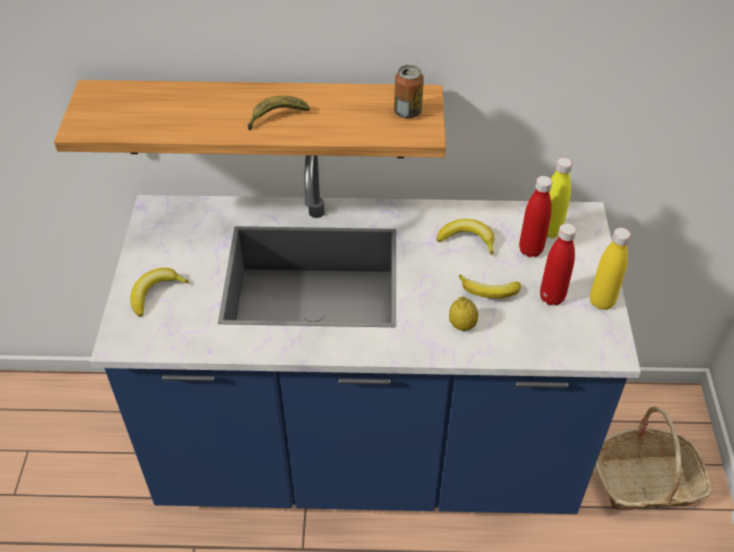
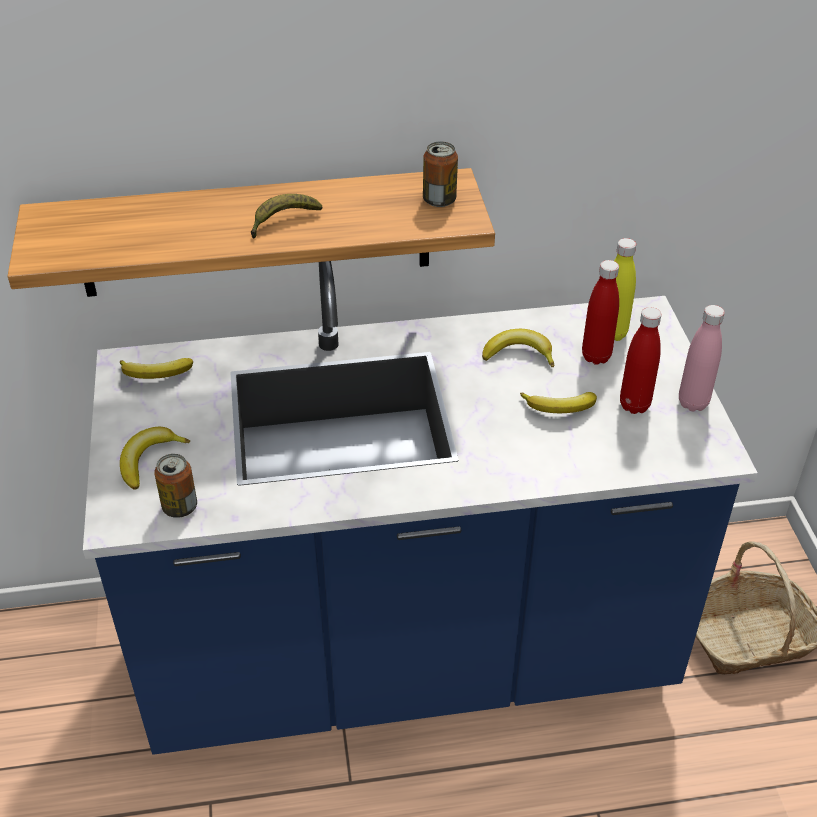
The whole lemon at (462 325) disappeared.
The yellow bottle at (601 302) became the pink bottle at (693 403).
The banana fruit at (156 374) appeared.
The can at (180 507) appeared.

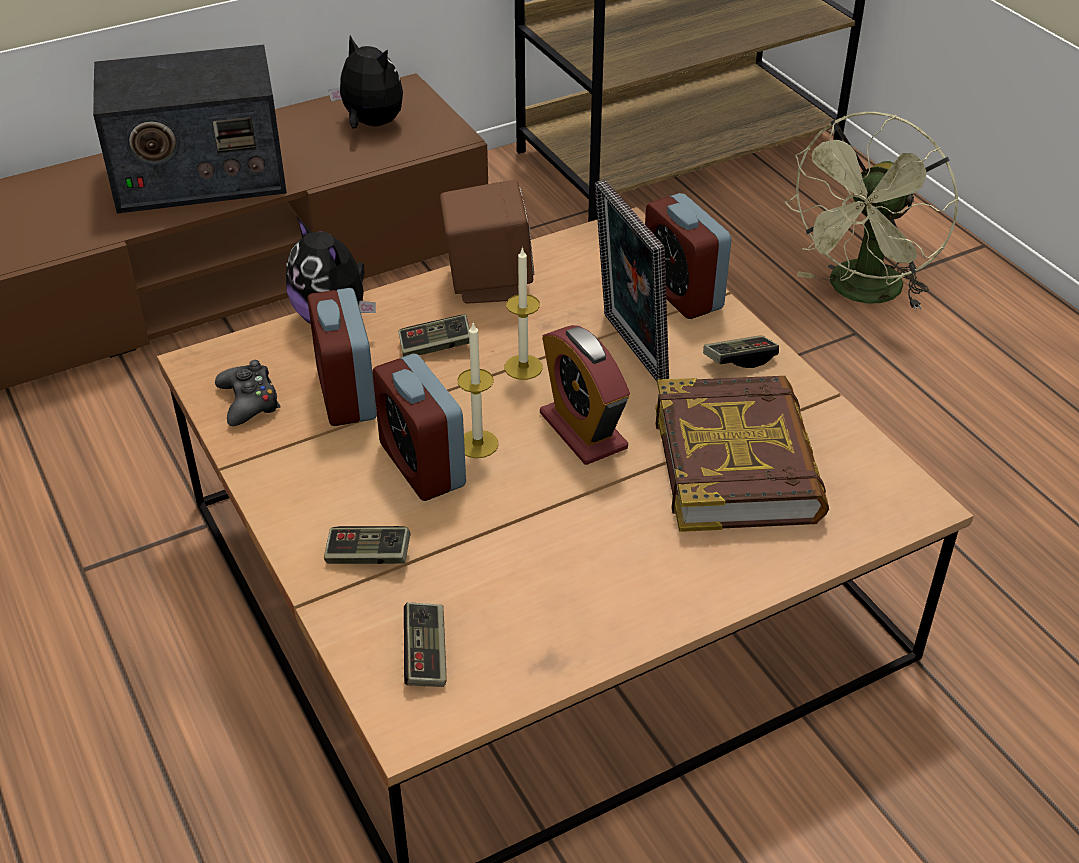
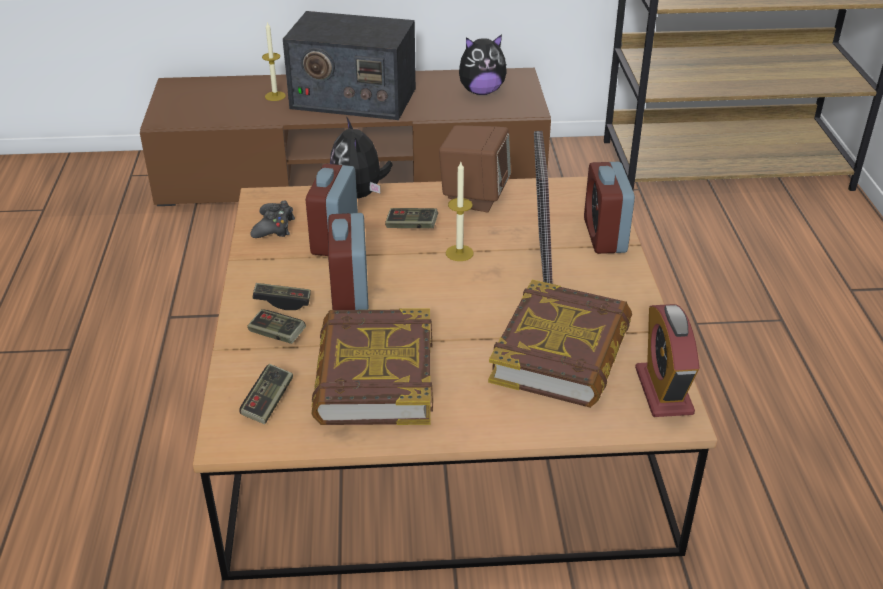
The soft toy at (370 124) turned 105 degrees clockwise.
The wax light moved from (478 444) to (275 96).
The table clock moved from (583 431) to (663 391).
The game controller moved from (739 360) to (283 302).
The greenish cooling fan at (861 293) disappeared.
The book at (374 376) appeared.

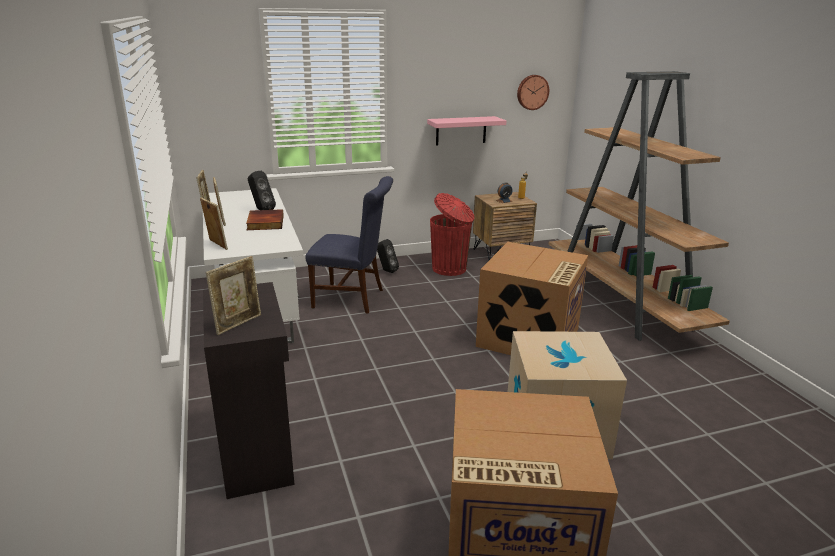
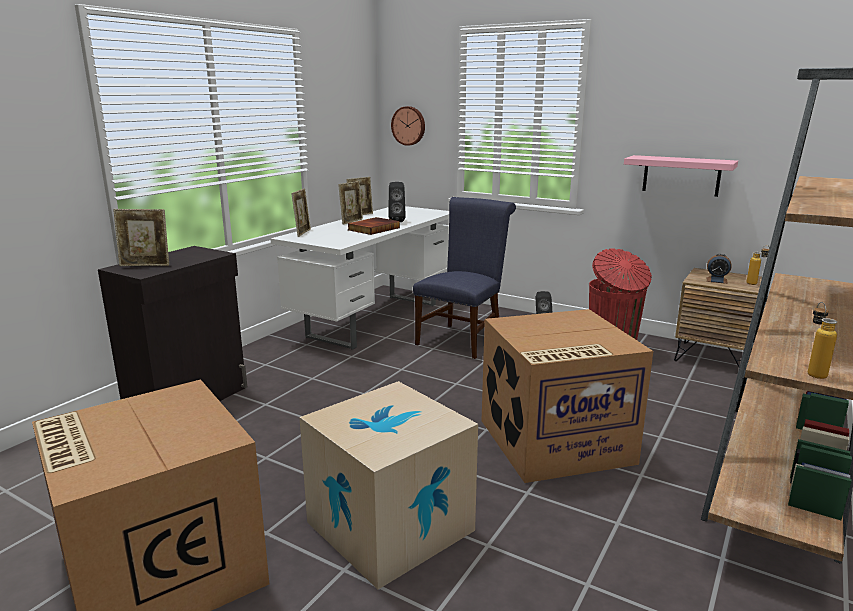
The bluish upright chair at (353 298) turned 120 degrees counterclockwise.
The wall clock moved from (532 92) to (409 125).
The bottle at (813 372) appeared.

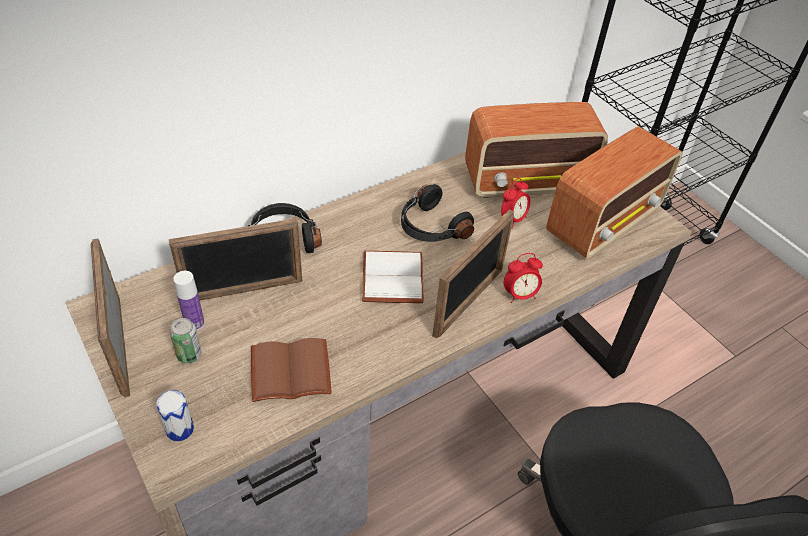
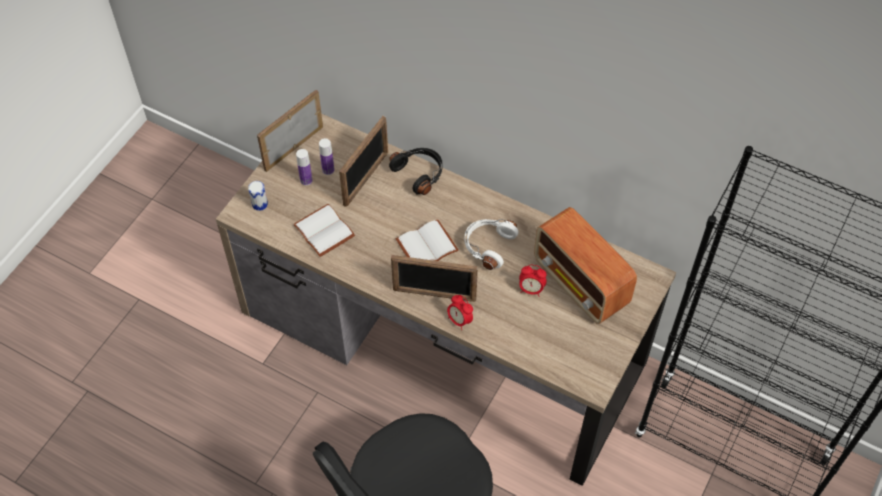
The picture frame at (244 291) turned 105 degrees counterclockwise.
The can at (189 355) was replaced by the bottle at (306 180).
The brown-coloured book at (292 369) became the whitish book at (326 231).
The black-coloured headset at (431 227) became the whitish headset at (488 246).
The radio receiver at (604 223) disappeared.

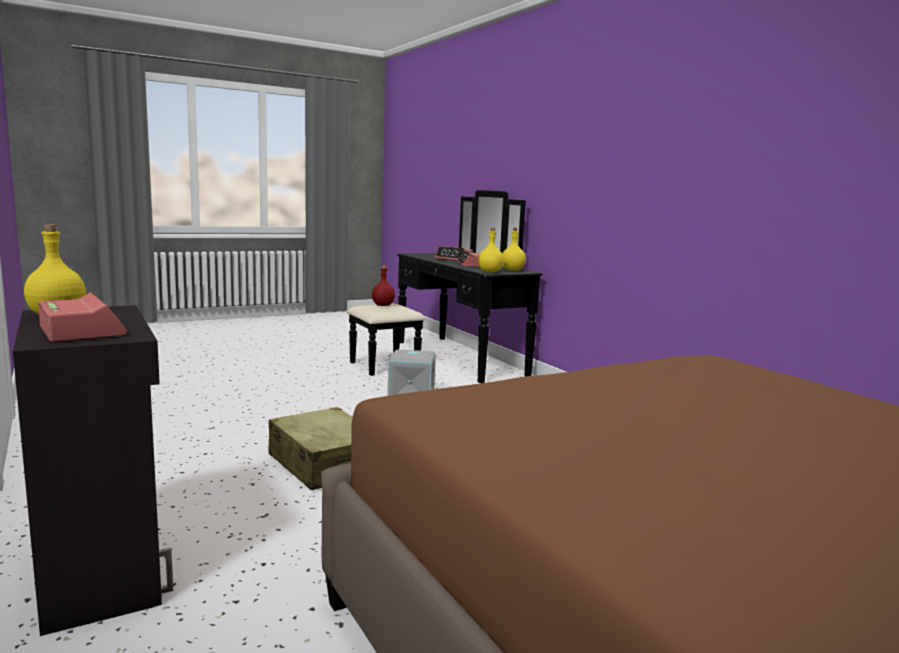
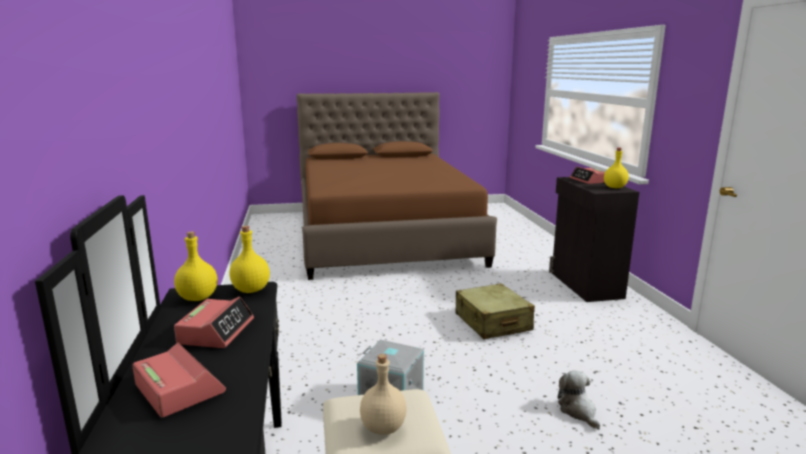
The red bottle at (383 305) became the sand-coloured bottle at (382 427).
The soft toy at (578 411) appeared.

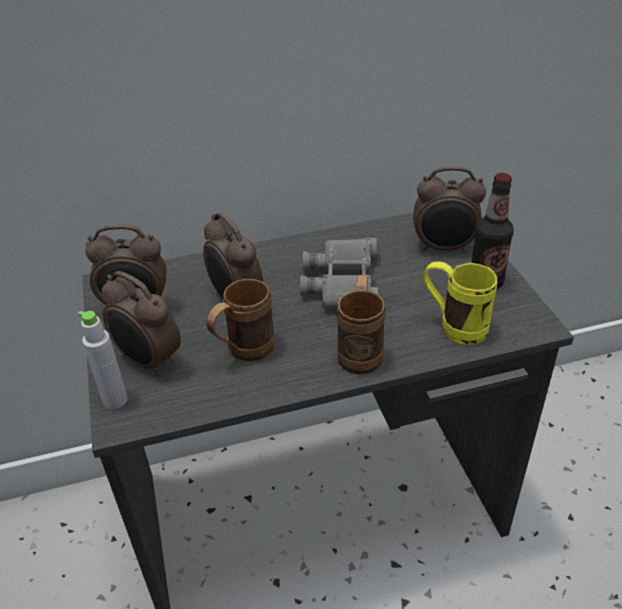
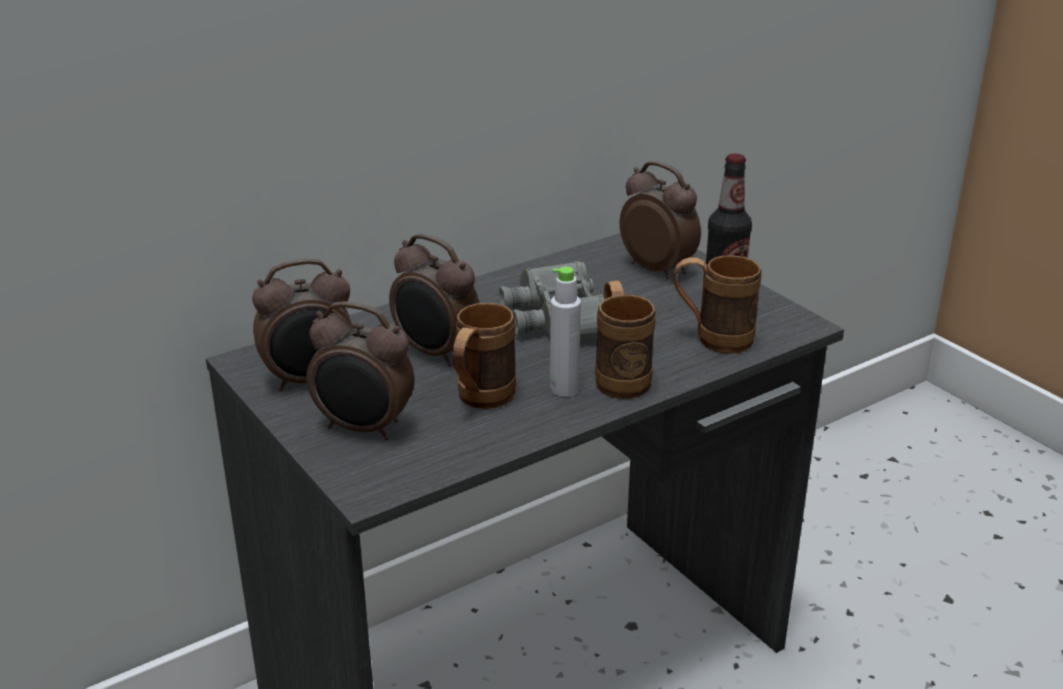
The greyish bottle moved from (115 400) to (564 389).
The table clock at (444 248) turned 120 degrees counterclockwise.
The yellow mug at (453 327) became the brown-coloured mug at (711 339).

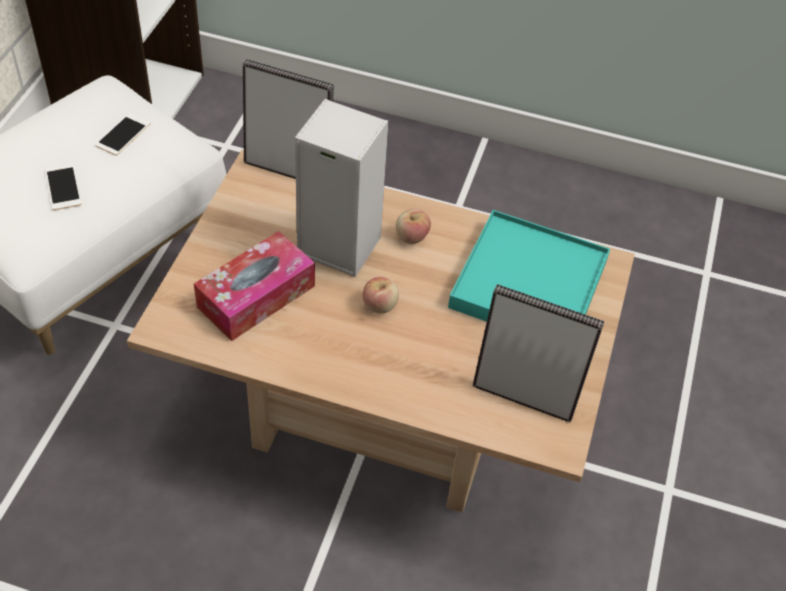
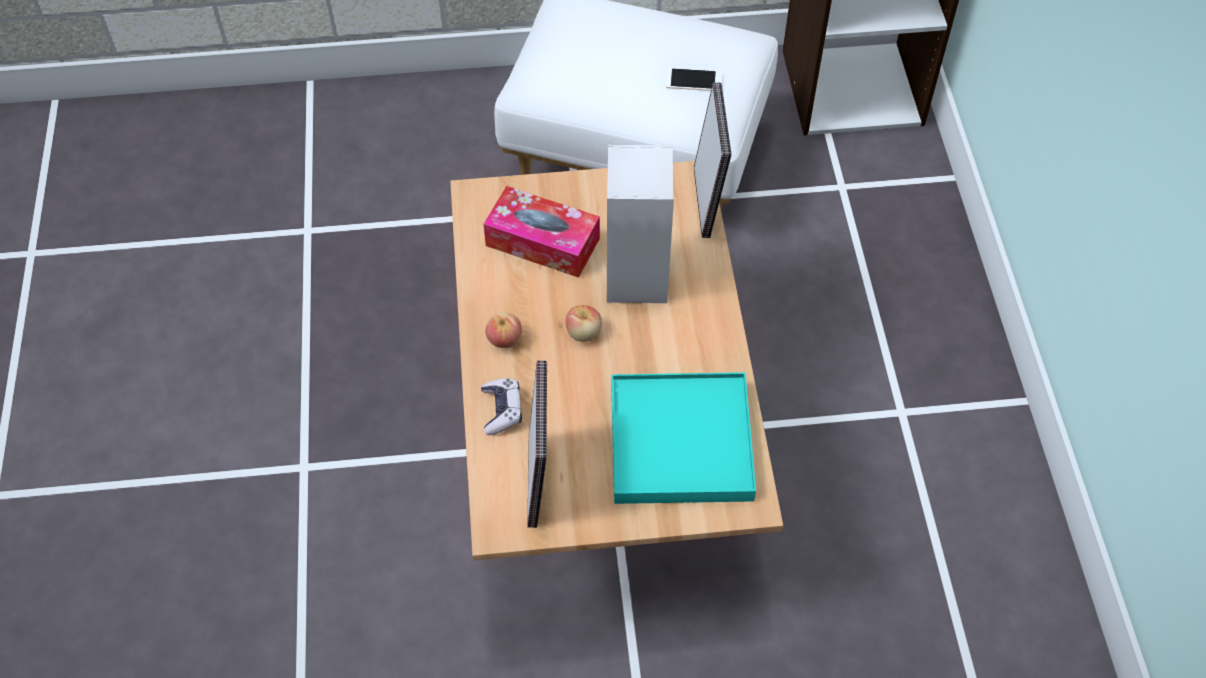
The telephone at (63 187) disappeared.
The apple fruit moved from (411 237) to (504 340).
The game controller at (502 410) appeared.

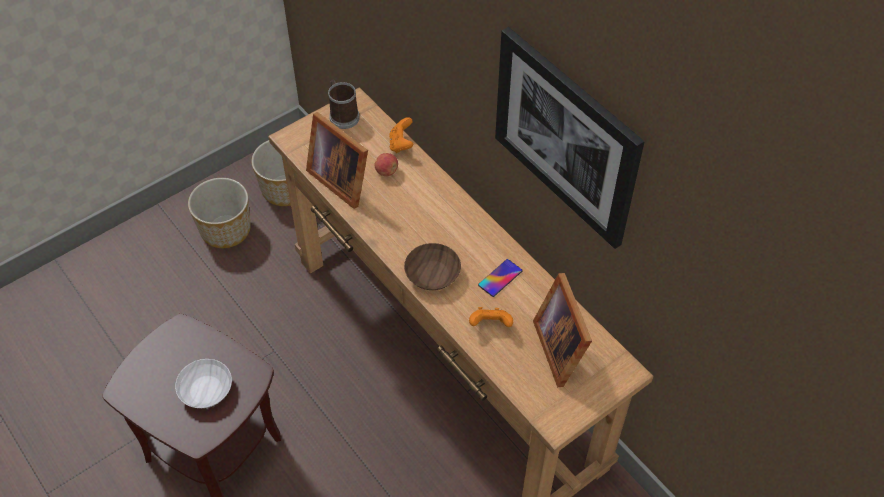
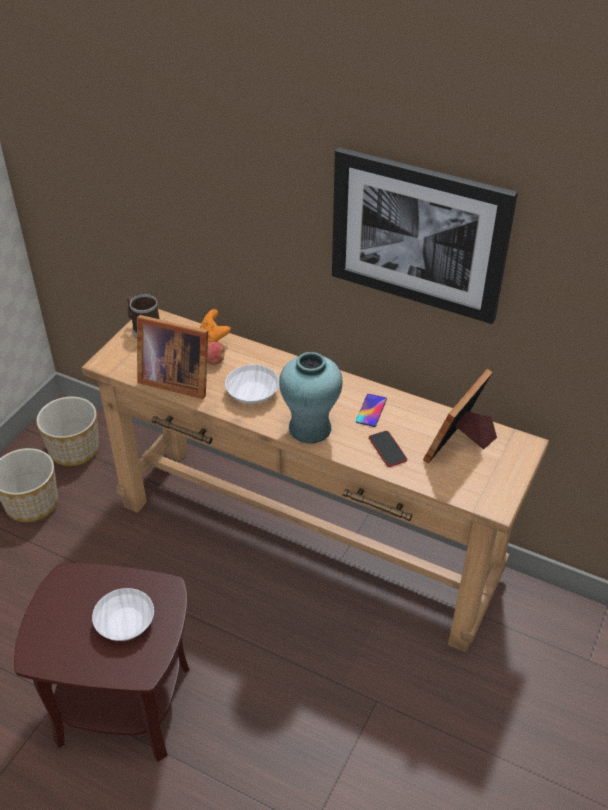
The brown-coloured deep dish at (432 275) was replaced by the turquoise-coloured decorative vase at (309 428).
The orange game controller at (490 325) was replaced by the telephone at (387 449).
The picture frame at (563 346) turned 75 degrees clockwise.
The whitish deep dish at (253 392) appeared.

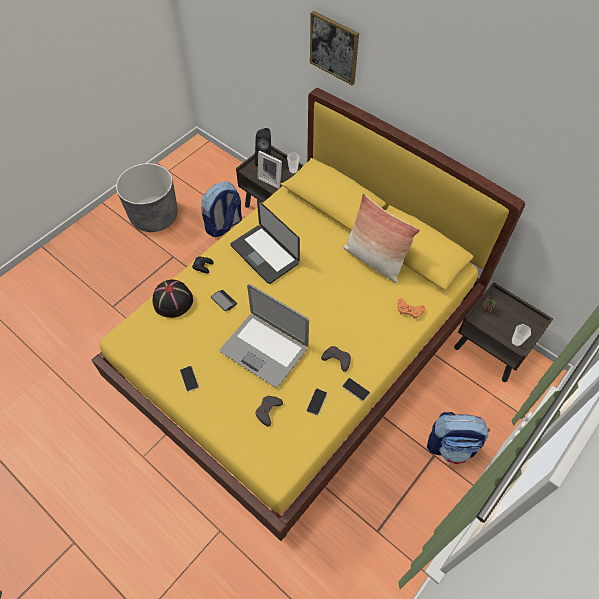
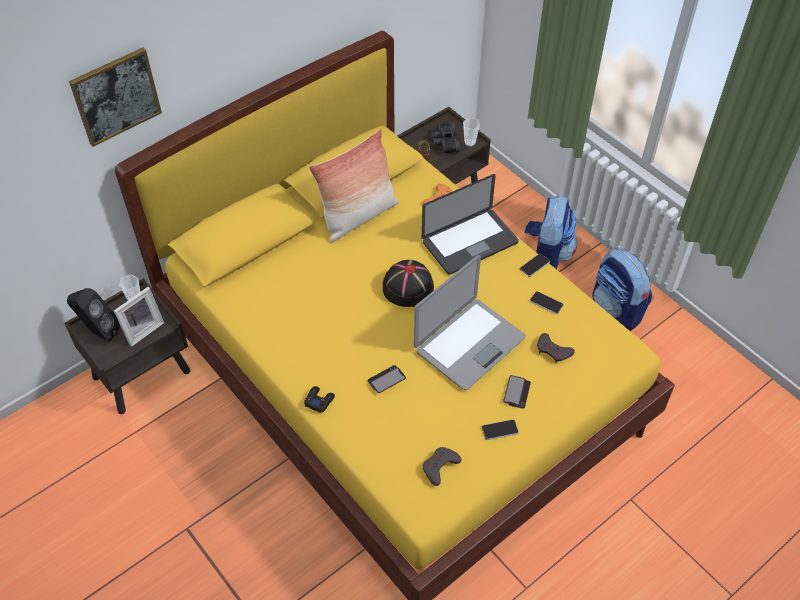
The greyish plant pot at (154 216) disappeared.
The black-coloured clothing hat moved from (172 300) to (407 287).
The knapsack moved from (224 225) to (616 310).
The laptop moved from (264 254) to (470 242).
The greyish game controller moved from (337 359) to (440 467).
The black-coloured field glasses at (444 142) appeared.
The telephone at (516 392) appeared.

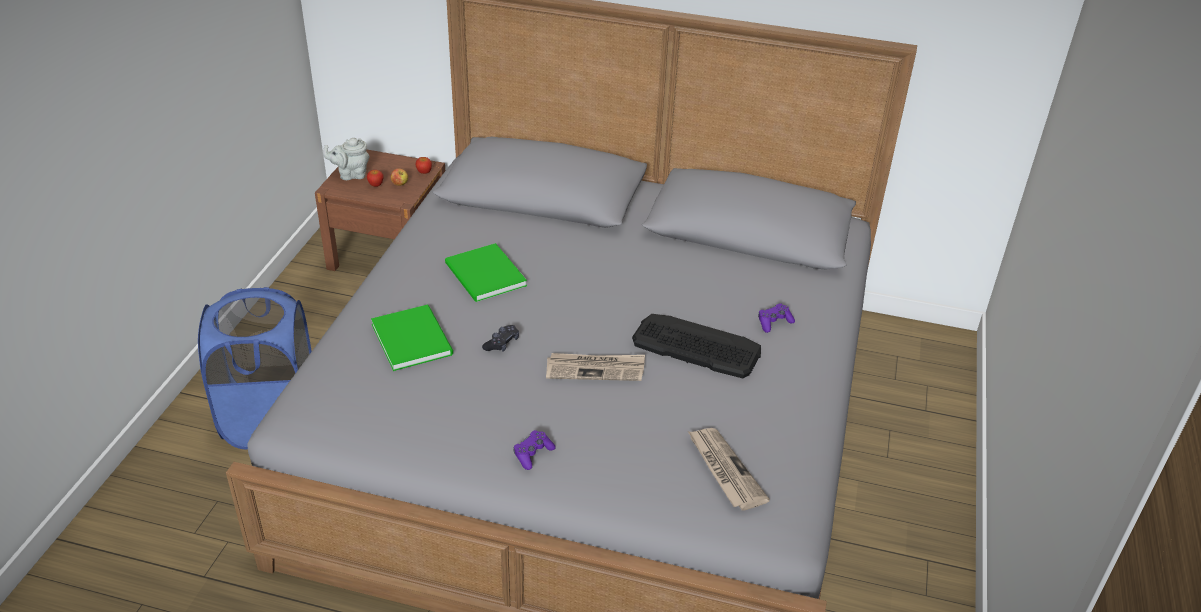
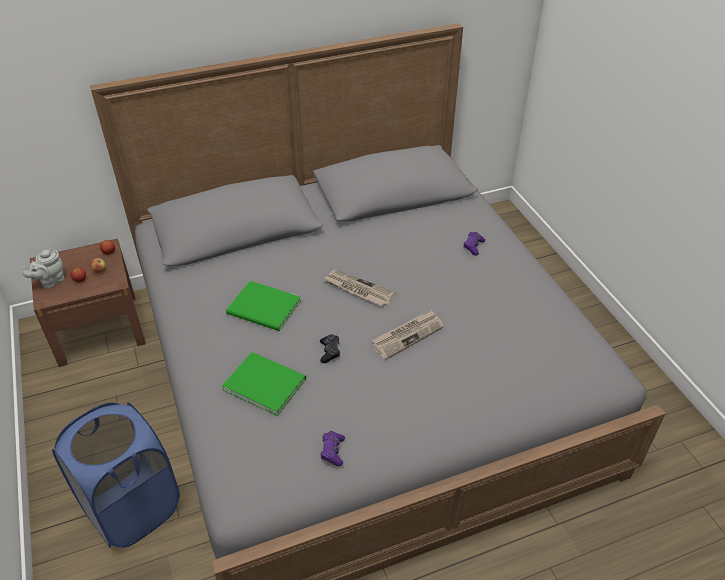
The purple-coloured game controller moved from (533 454) to (333 451).
The computer keyboard at (696 346) disappeared.
The daily paper moved from (724 470) to (358 289).

